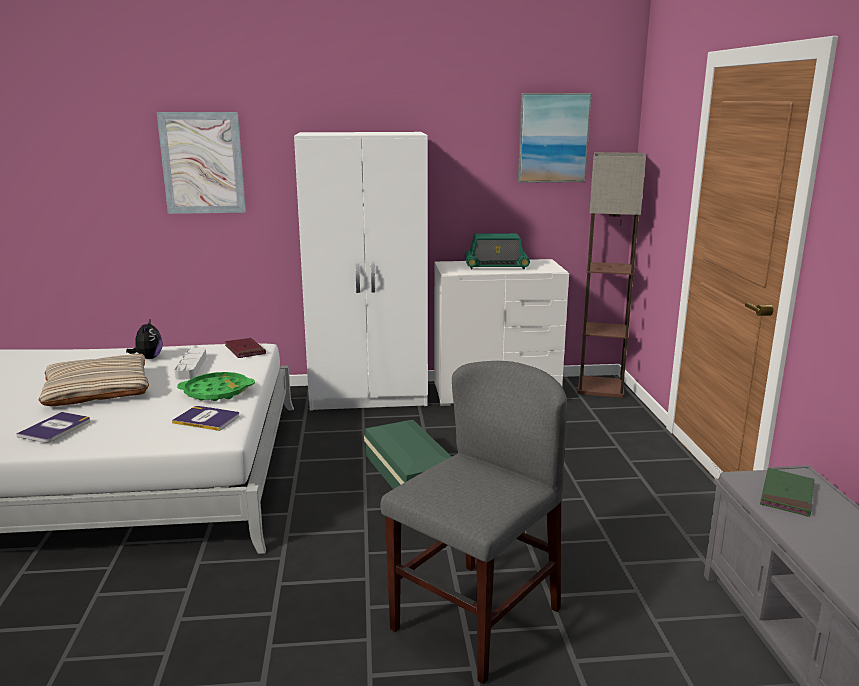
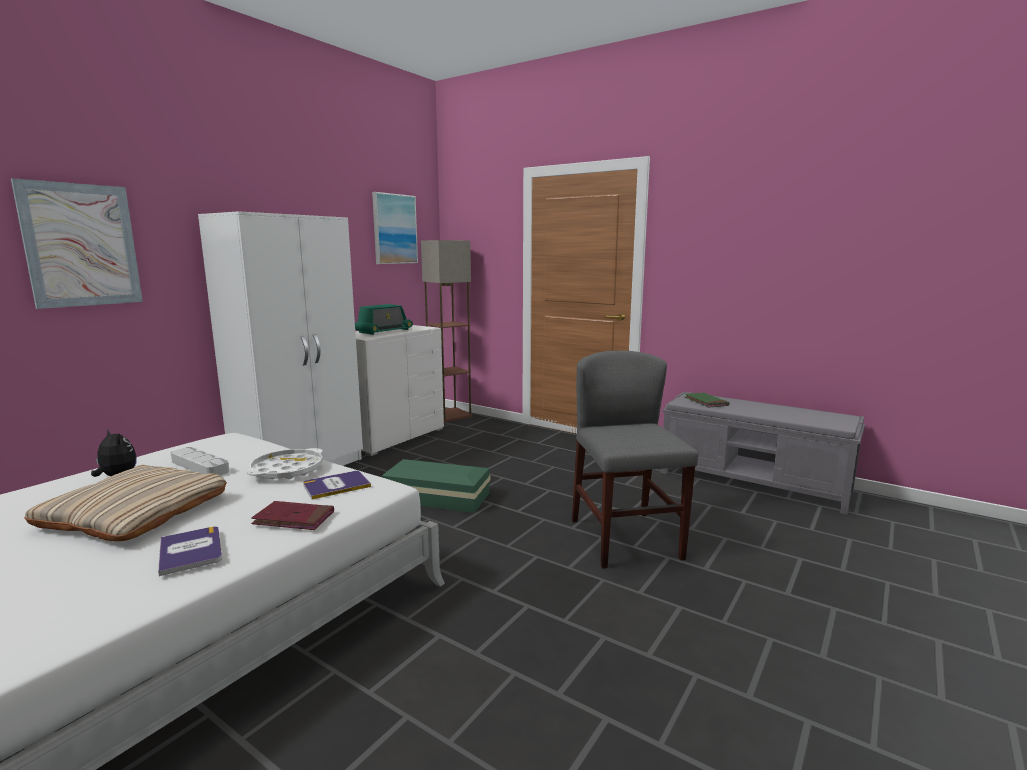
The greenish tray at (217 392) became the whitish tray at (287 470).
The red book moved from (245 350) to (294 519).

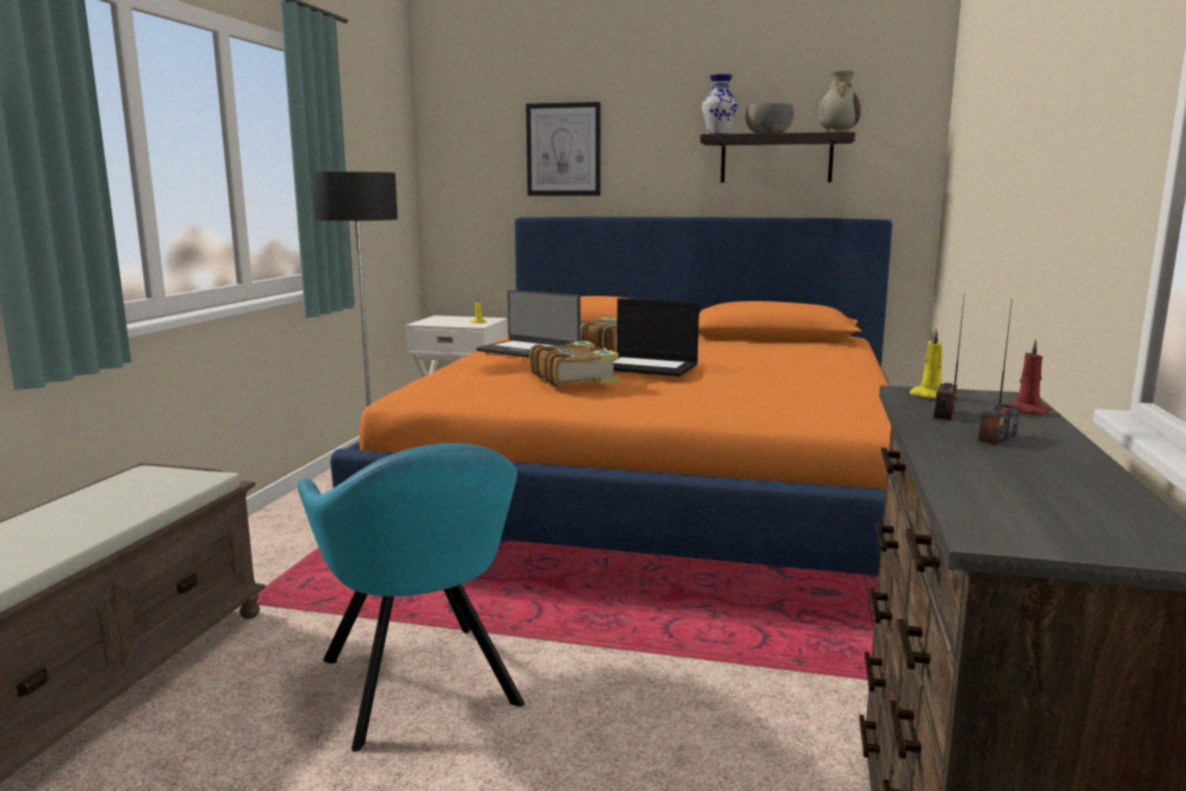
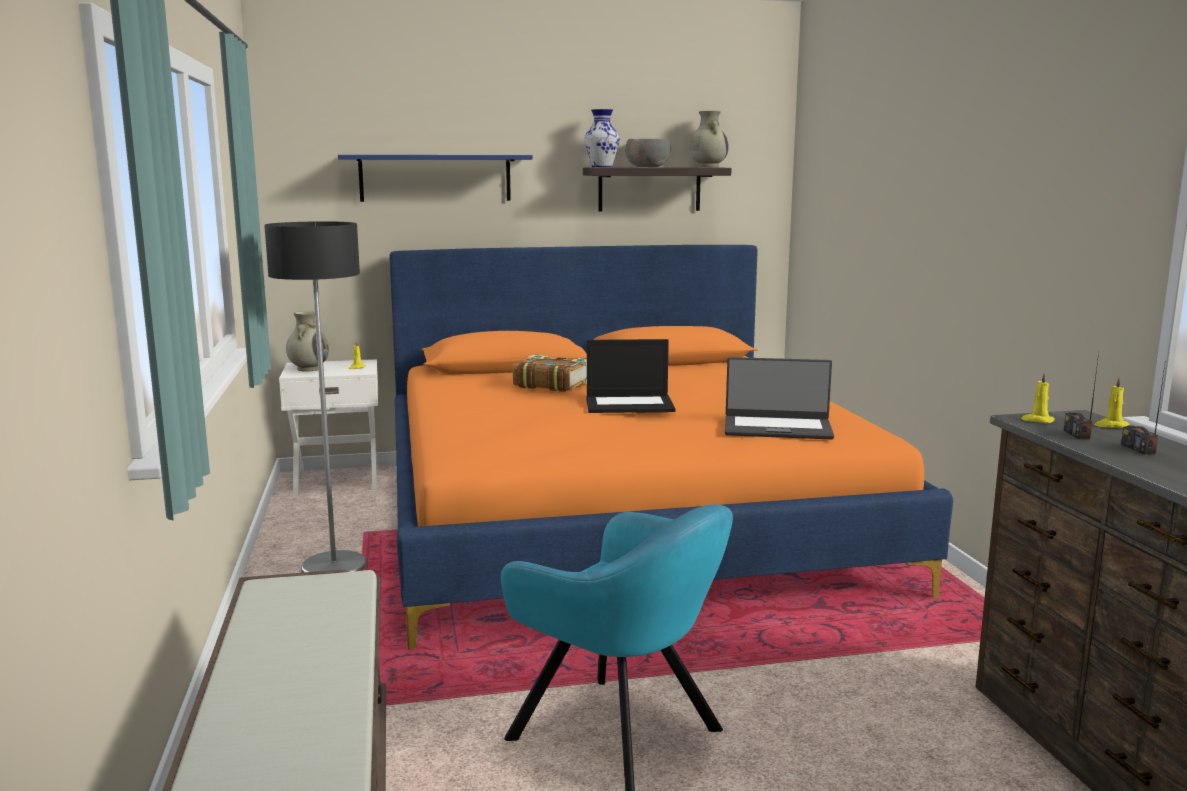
The laptop moved from (529 351) to (777 428).
The wall picture at (563 149) was replaced by the bluish bracket shelf at (435 178).
The book at (574 377) disappeared.
The radio receiver at (997 437) turned 150 degrees clockwise.
The red wax light at (1024 411) became the yellow wax light at (1111 426).
The sand-coloured decorative vase at (309 369) appeared.

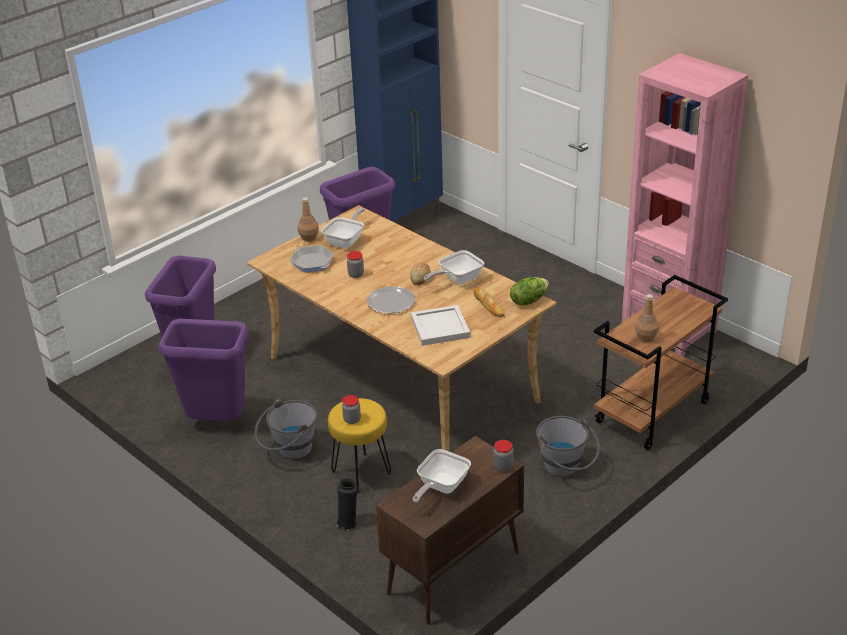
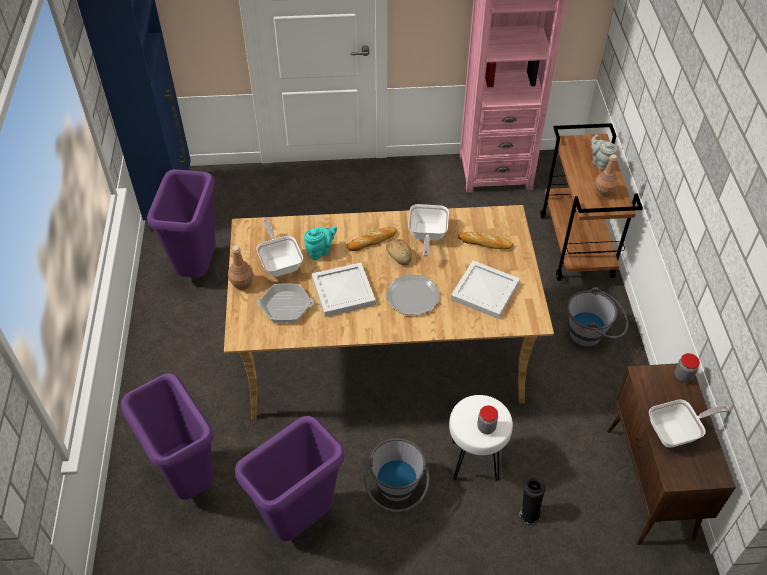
The yellow stool at (360 472) became the whitish stool at (474 461).
The preserve jar at (356 274) was replaced by the whitish tray at (342 291).
The skillet at (440 487) turned 90 degrees counterclockwise.
The lettuce head at (528 300) disappeared.
The turquoise-coloured pot for tea at (320 251) appeared.
The baked bread at (372 241) appeared.
The greyish pot for tea at (600 163) appeared.

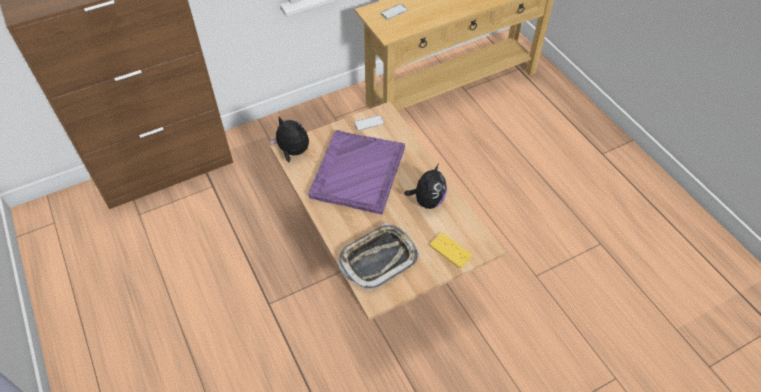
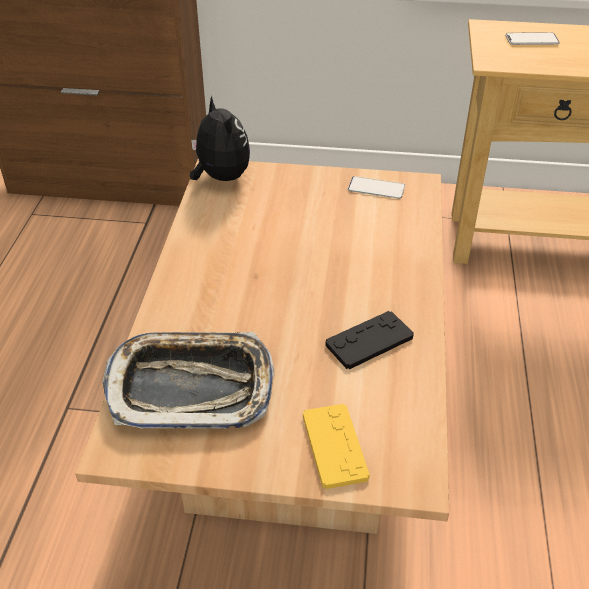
The purple-coloured tray at (357 173) disappeared.
The soft toy at (427 201) was replaced by the black-coloured game controller at (369 341).

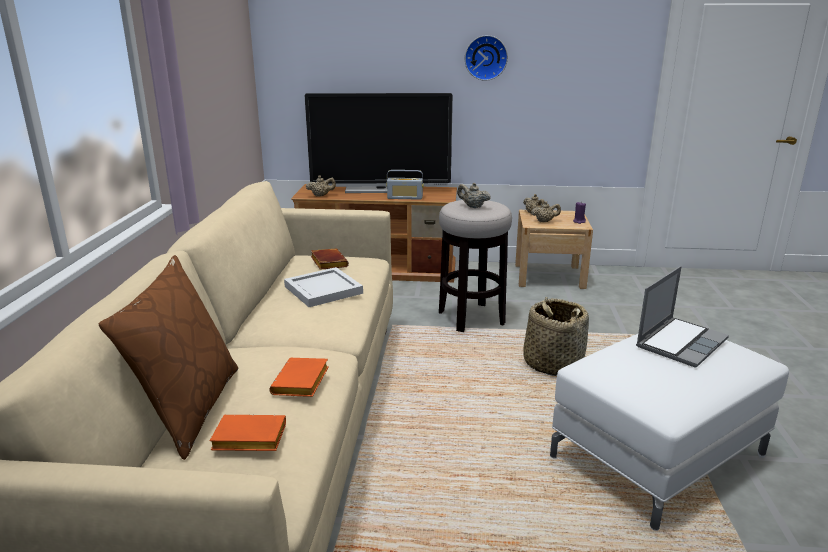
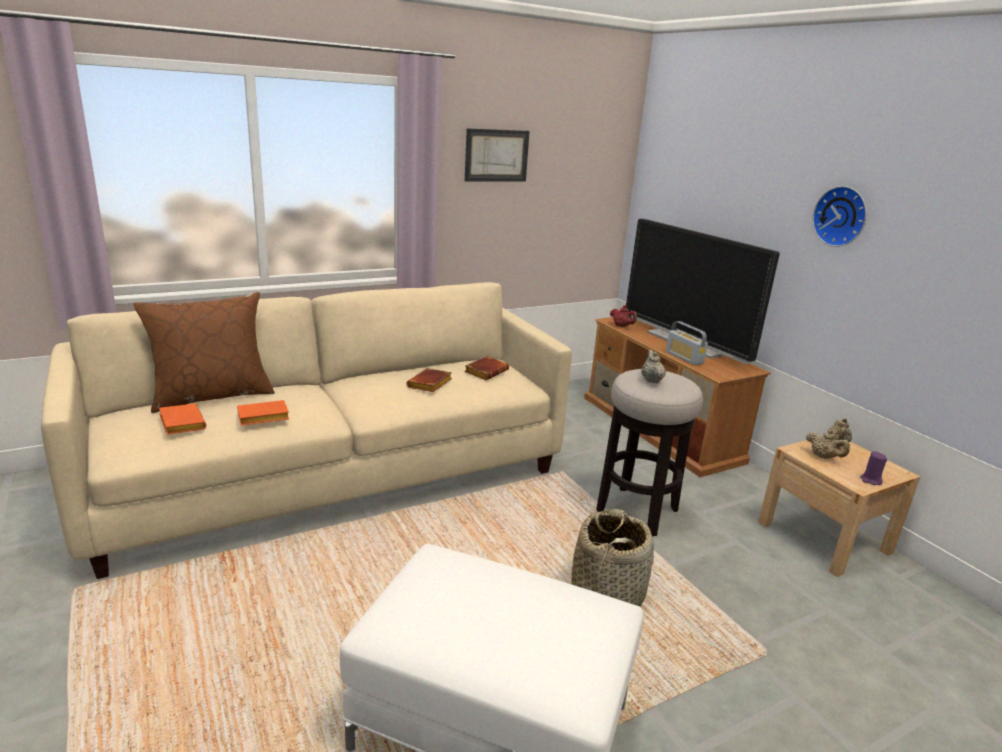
The whitish tray at (324 290) was replaced by the brown-coloured book at (430 385).
The sand-coloured pot for tea at (321 195) became the red pot for tea at (622 326).
The laptop at (680 342) disappeared.
The wall picture at (496 155) appeared.

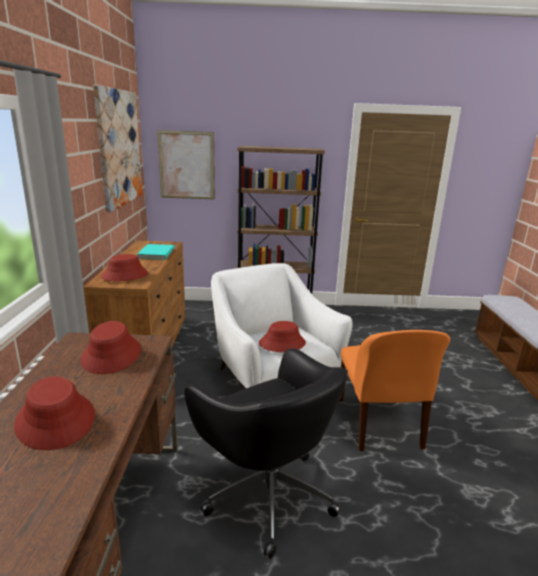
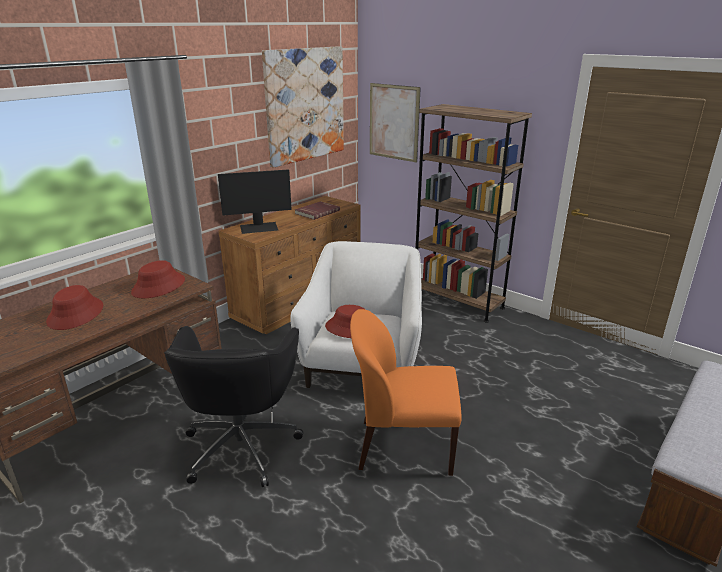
The red clothing hat at (125 275) was replaced by the computer display at (259 228).
The turquoise-coloured book at (155 253) became the red book at (316 212).
The orange upright chair at (379 424) turned 60 degrees clockwise.

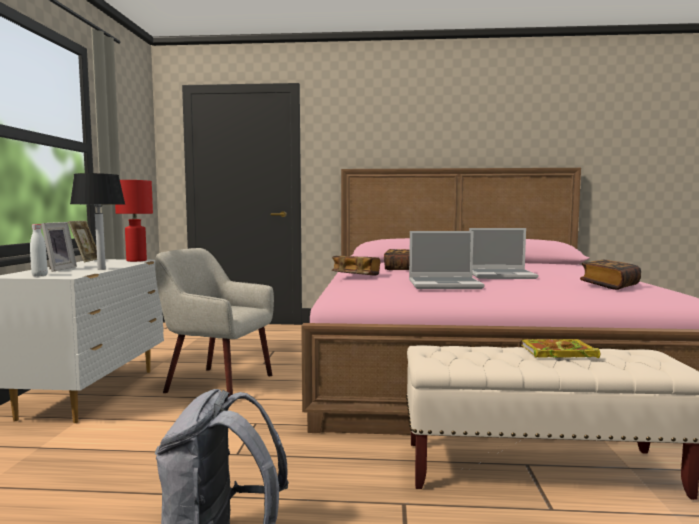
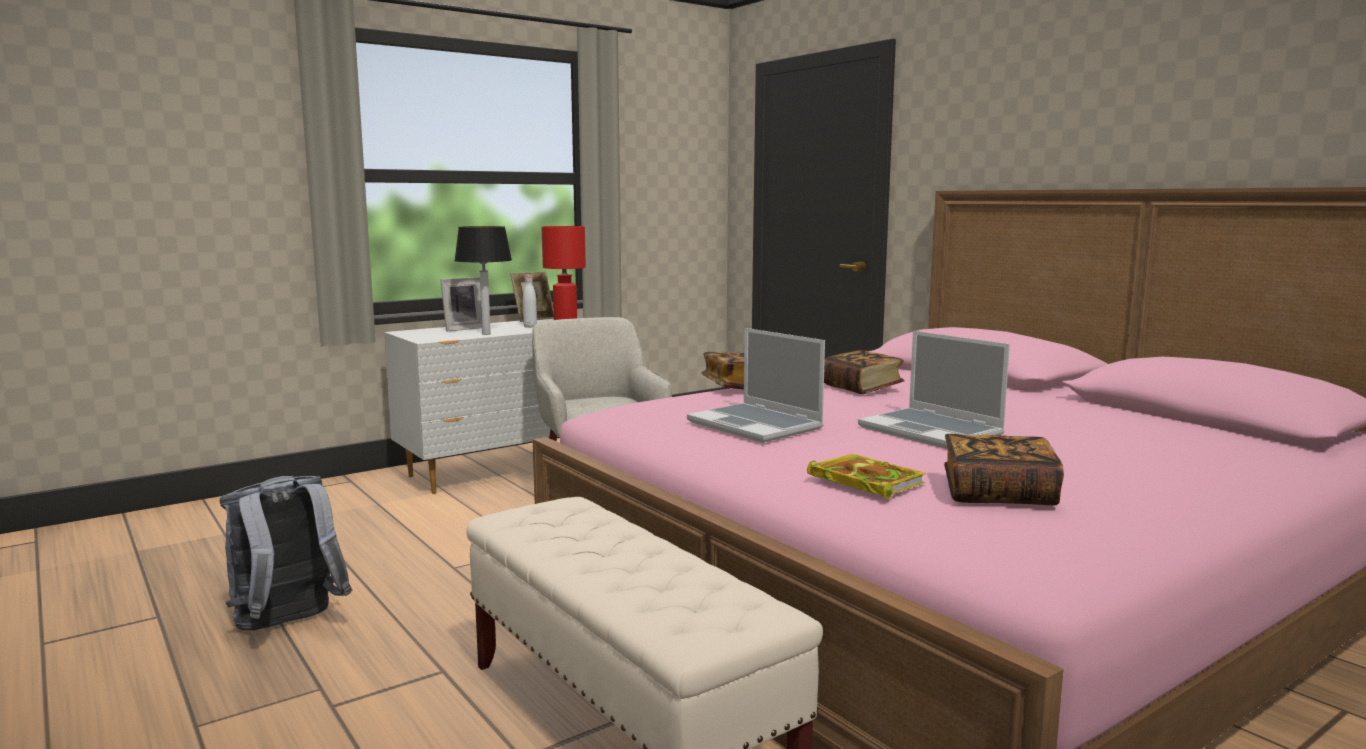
The whitish bottle moved from (39 275) to (530 327).
The book moved from (557 353) to (863 480).

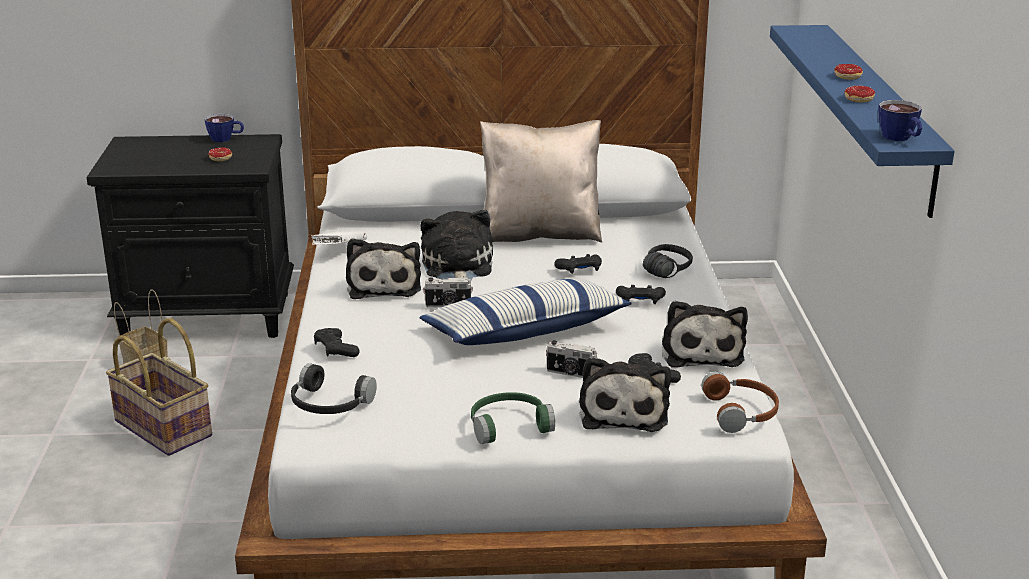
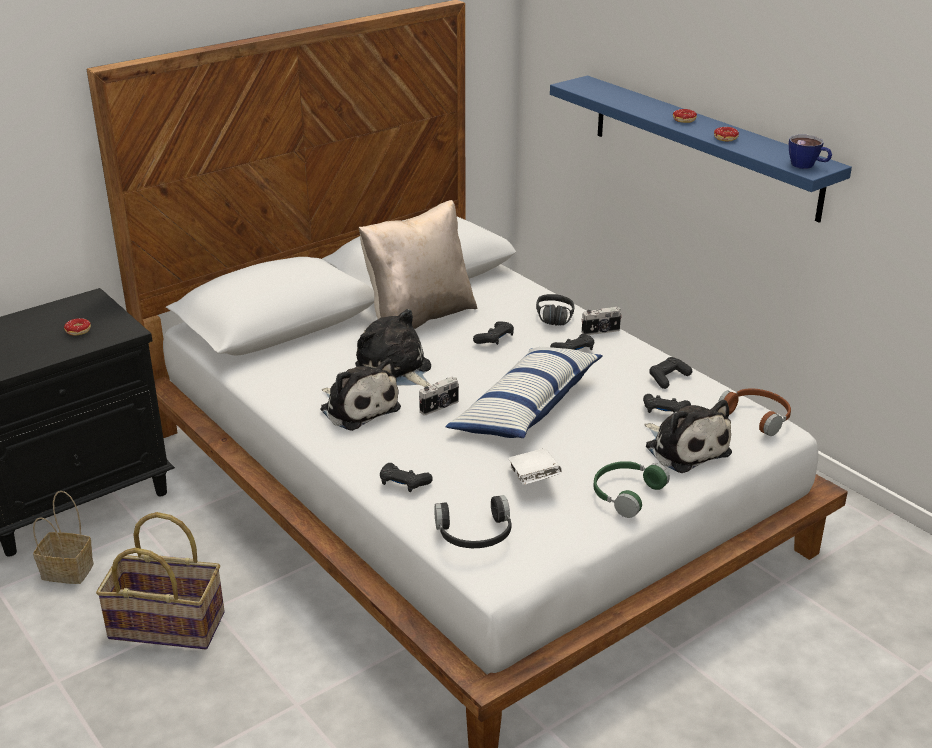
The cup at (226 139) disappeared.
The whitish book moved from (339 250) to (534 479).
The photo camera moved from (571 373) to (601 332).
The soft toy at (701 351) was replaced by the black-coloured game controller at (668 378).

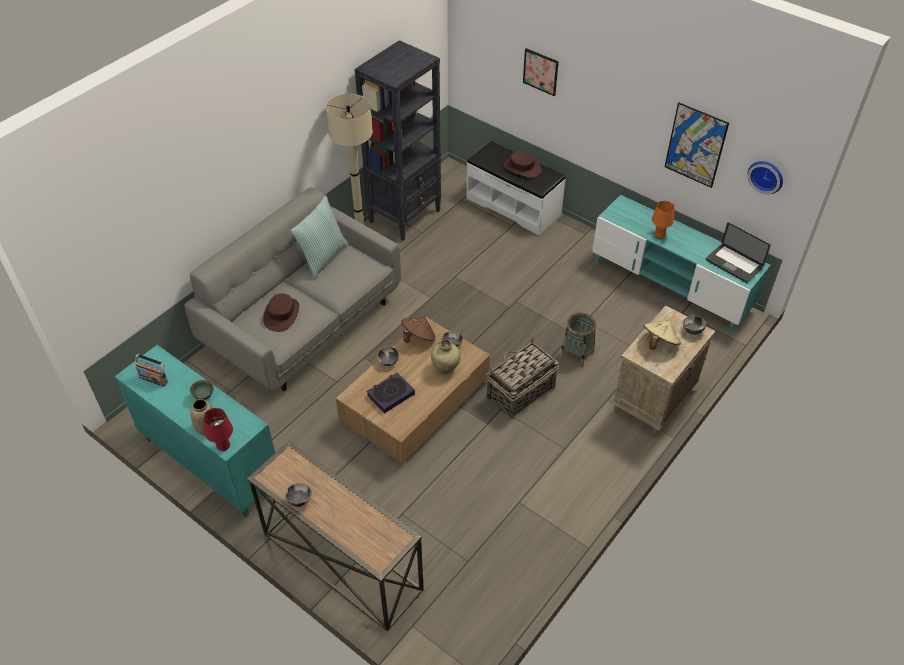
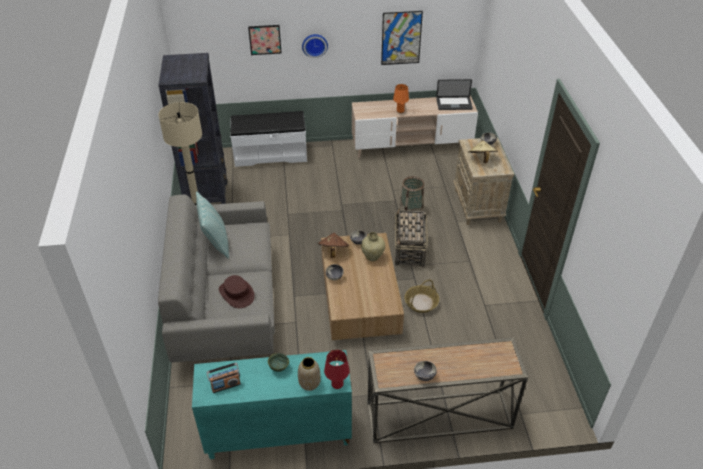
The book at (390 394) disappeared.
The brown-coloured clothing hat at (522 168) disappeared.
The turquoise-coloured media console at (670 286) became the sand-coloured media console at (411 145).
The wall clock moved from (766 176) to (314 45).
The storage basket at (421 303) appeared.

